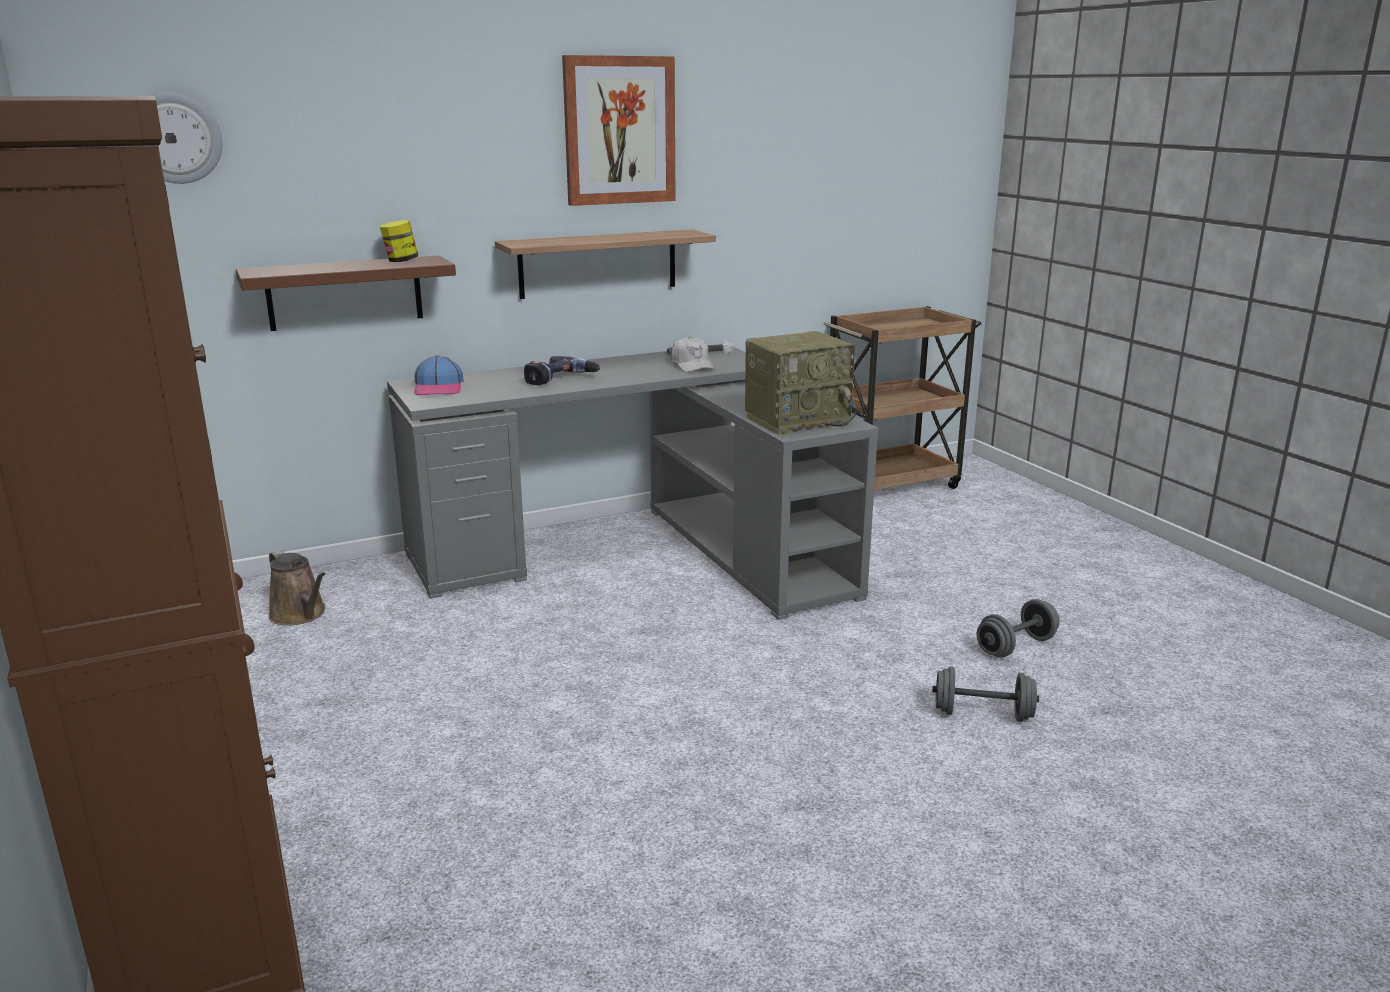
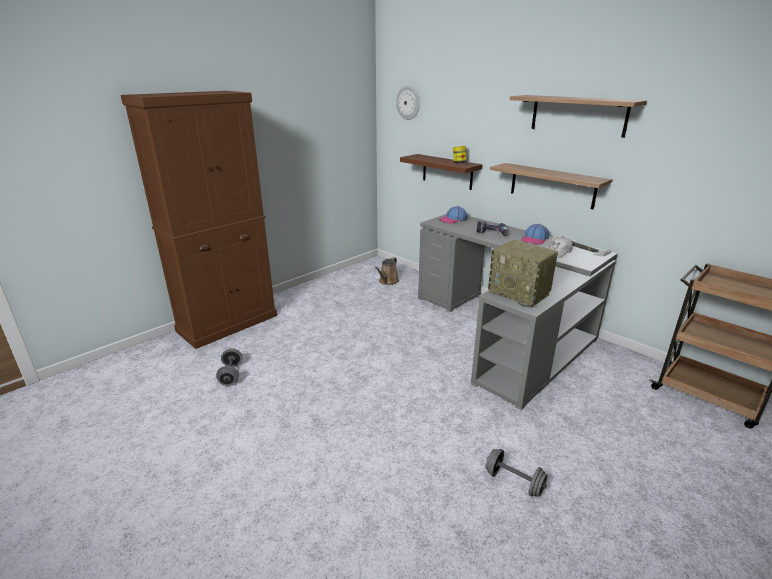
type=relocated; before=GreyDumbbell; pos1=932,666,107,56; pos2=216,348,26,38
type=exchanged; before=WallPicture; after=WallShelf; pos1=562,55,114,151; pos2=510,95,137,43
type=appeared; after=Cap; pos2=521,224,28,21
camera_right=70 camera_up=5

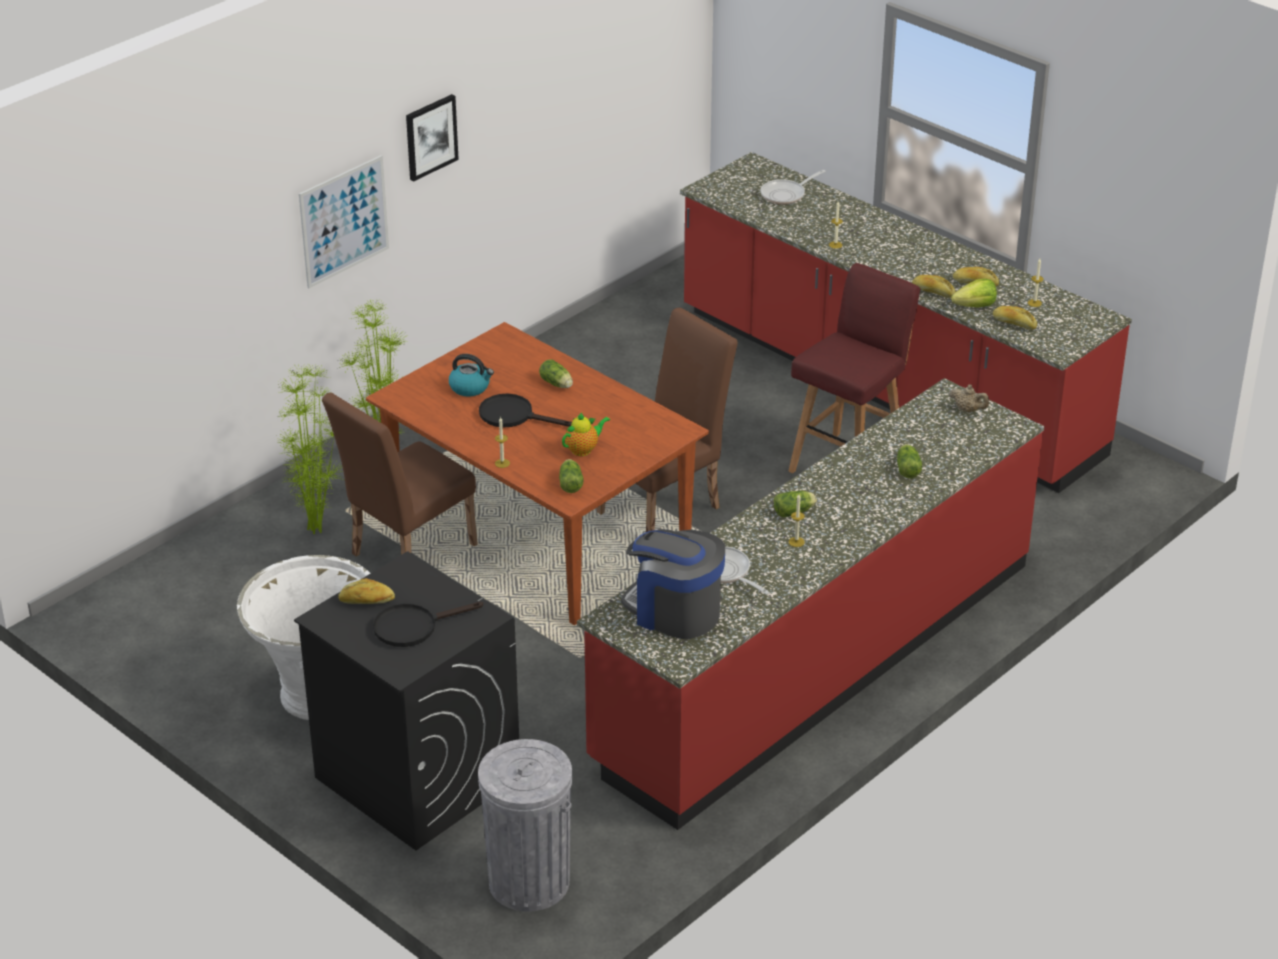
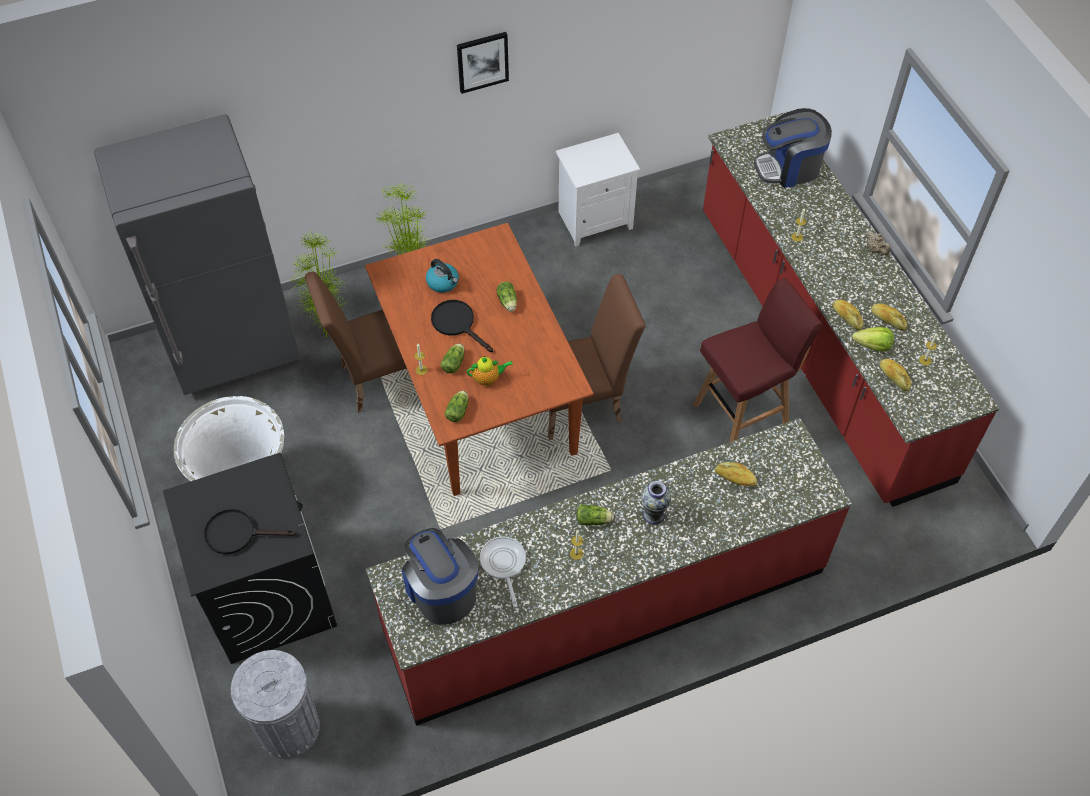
type=appeared; after=GreyKitchenFridge; pos2=94,114,207,281
type=relocated; before=HeadOfLettuce; pos1=897,444,25,34; pos2=441,343,23,31
type=appeared; after=WhiteColouredNightTable; pos2=556,133,84,114
type=appeared; after=FlowerVase; pos2=641,481,30,44
type=relocated; before=BakeryBread; pos1=338,578,57,26; pos2=715,462,42,24
type=exchanged; before=FryingPan; after=CoffeeMaker; pos1=761,170,65,35; pos2=754,108,78,80
type=relocated; before=BeigeColouredTeapot; pos1=949,384,40,28; pos2=865,231,25,24
type=missing; before=WallPicture; pos1=299,155,90,133
camera_right=25 camera_up=20

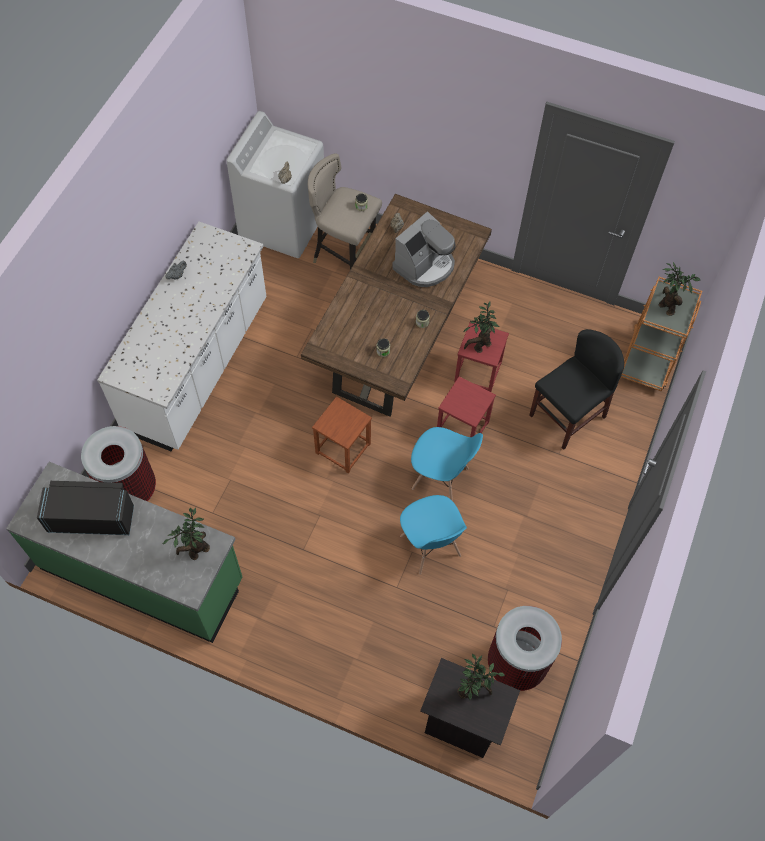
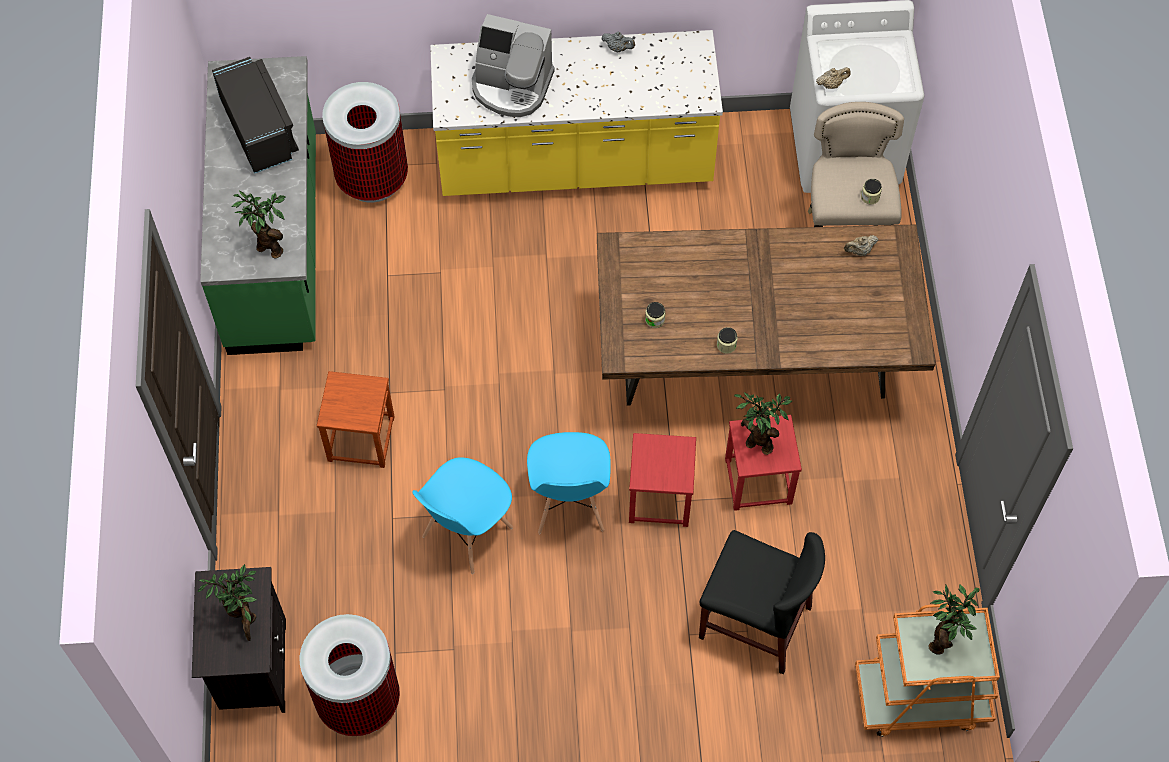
type=relocated; before=BrownishStoolSeat; pos1=312,397,60,76; pos2=317,371,78,97
type=colour; before=WhiteColouredCounter; after=YellowishCounter; pos1=97,222,170,229; pos2=430,30,293,166
type=relocated; before=CoffeeMaker; pos1=392,211,64,76; pos2=472,14,83,103
camera_right=65 camera_up=0

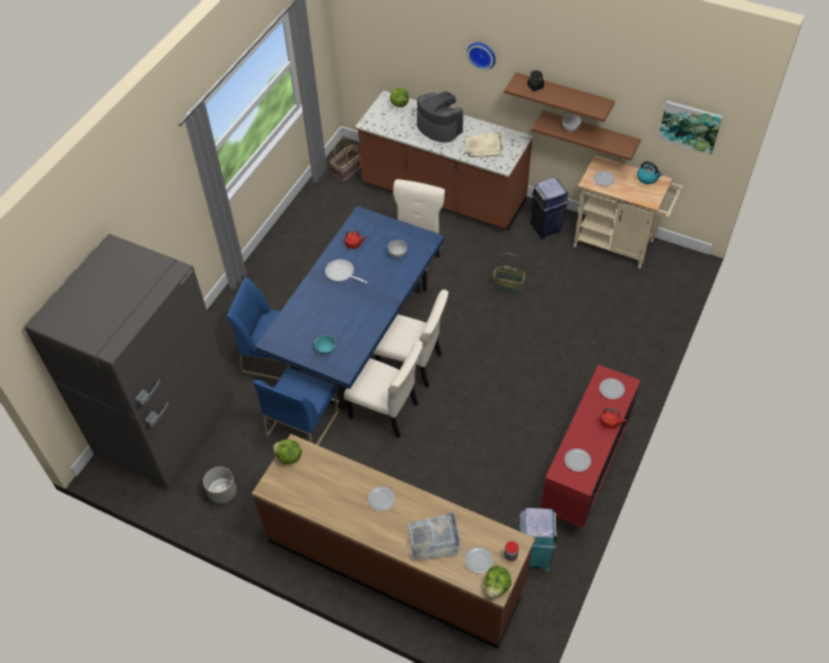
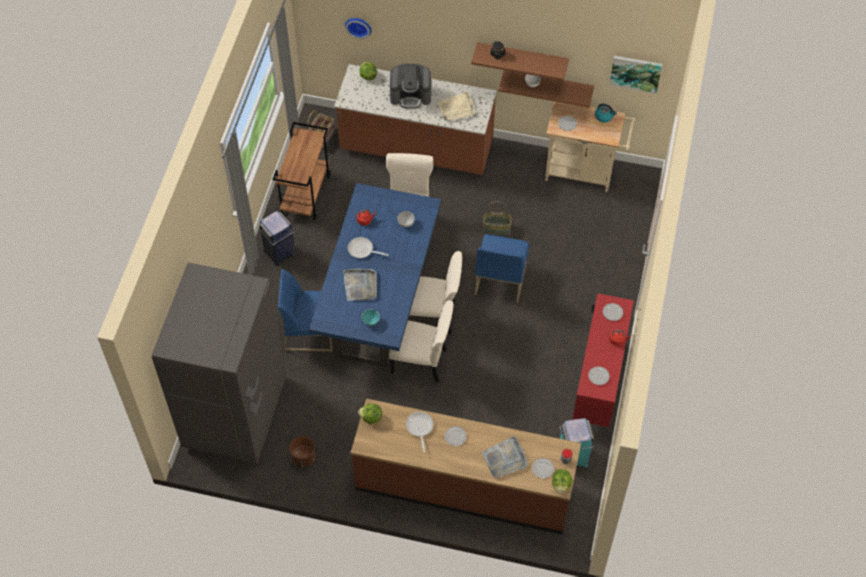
type=relocated; before=BlueColouredTrashCan; pos1=530,177,39,62; pos2=258,211,37,55
type=appeared; after=BrownishCart; pos2=272,122,58,98
type=colour; before=GreyFlowerPot; after=BrownishFlowerPot; pos1=203,467,34,37; pos2=289,436,27,31
type=appeared; after=GreyServingTray; pos2=343,269,34,32
type=relocated; before=WallClock; pos1=467,43,29,27; pos2=345,18,27,21
type=spun; before=CoffeeMaker; pos1=417,91,46,52; pos2=390,64,41,45; turn=150
type=appeared; after=FryingPan; pos2=406,412,27,40
type=relocated; before=BlueColouredPlainChair; pos1=253,367,86,79; pos2=475,234,54,69
camera_right=-15 camera_up=5

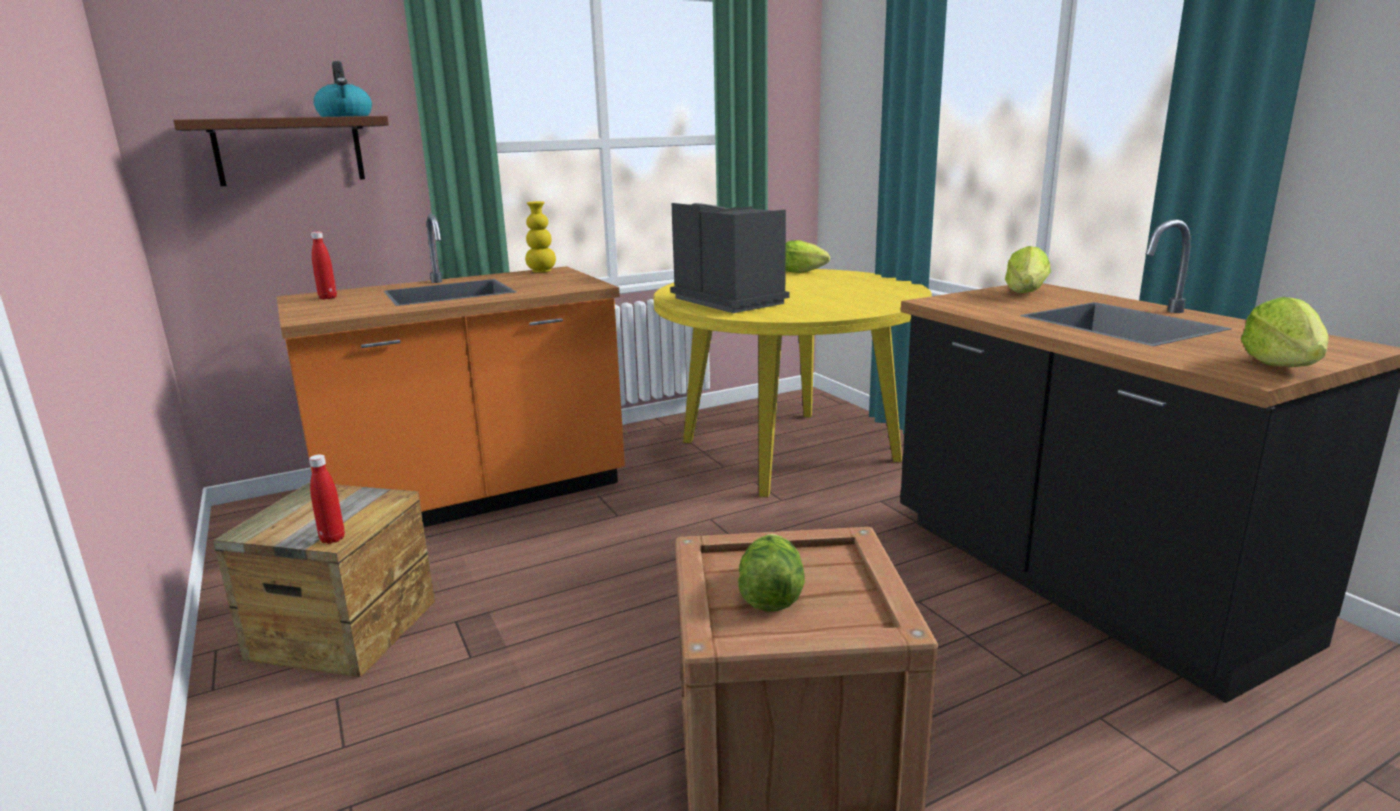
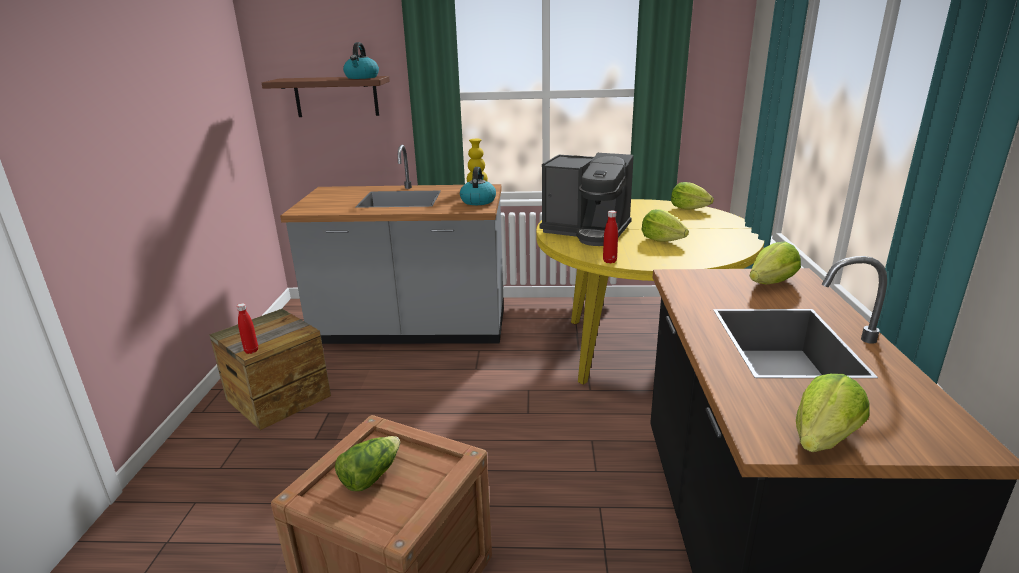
type=colour; before=OrangeCounter; after=GreyCounter; pos1=277,214,348,313; pos2=280,145,224,199
type=appeared; after=TeaKettle; pos2=460,167,36,38
type=spun; before=CoffeeMaker; pos1=670,203,119,110; pos2=539,153,95,93; turn=120
type=relocated; before=RedColouredDrinkBottle; pos1=311,232,26,67; pos2=603,211,15,53
type=appeared; after=HeadOfLettuce; pos2=641,209,48,33
camera_right=30 camera_up=5

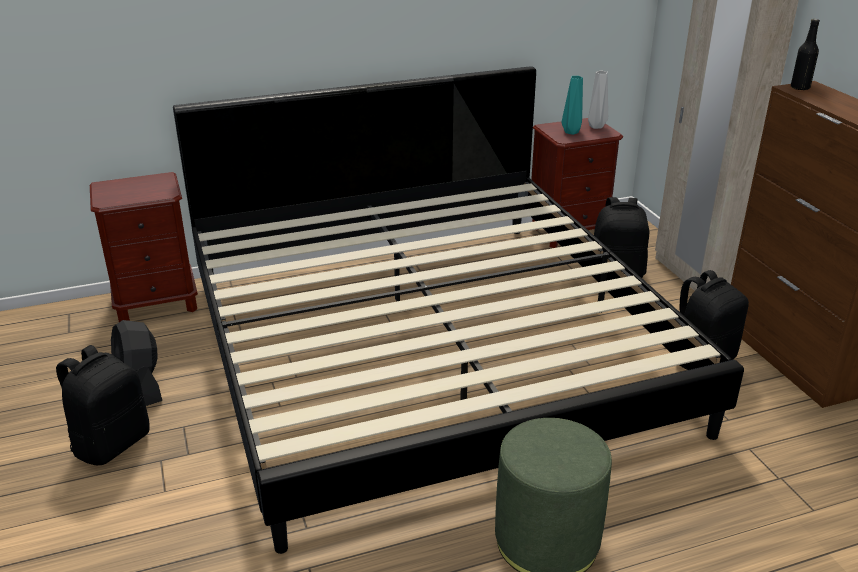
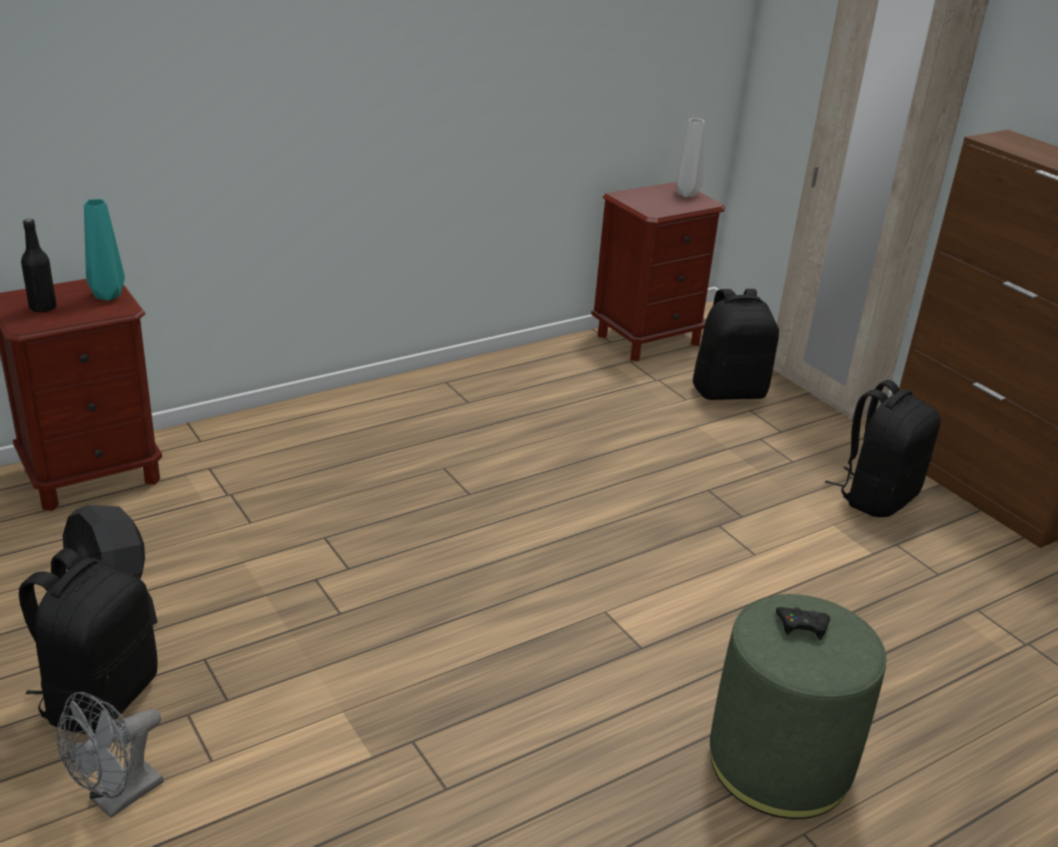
type=relocated; before=BlackDrinkBottle; pos1=791,19,29,71; pos2=21,219,35,94
type=appeared; after=GreyElectricFan; pos2=56,692,108,126
type=relocated; before=BlueGreenFlowerVase; pos1=562,76,21,59; pos2=84,199,41,102
type=appeared; after=BlackJoypad; pos2=776,607,54,33
type=missing; before=BedroomBed; pos1=173,66,571,488
camera_right=-15 camera_up=0

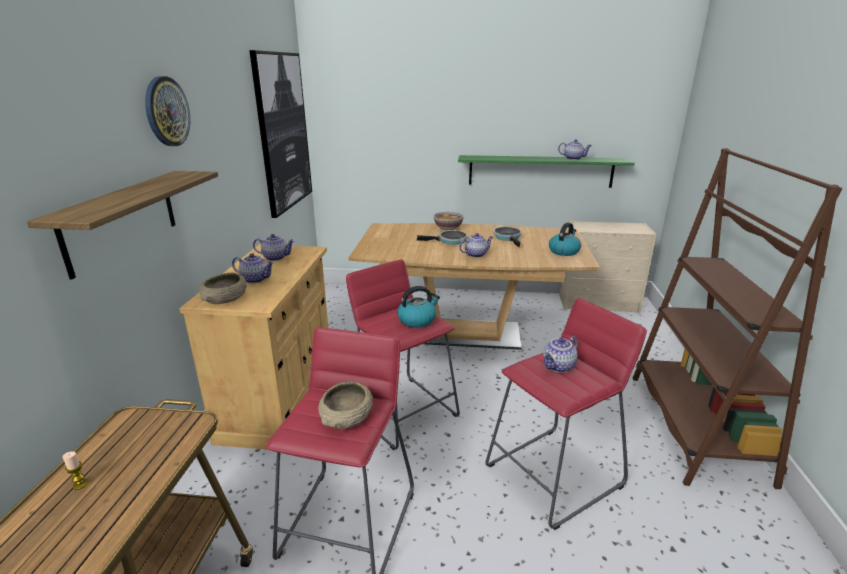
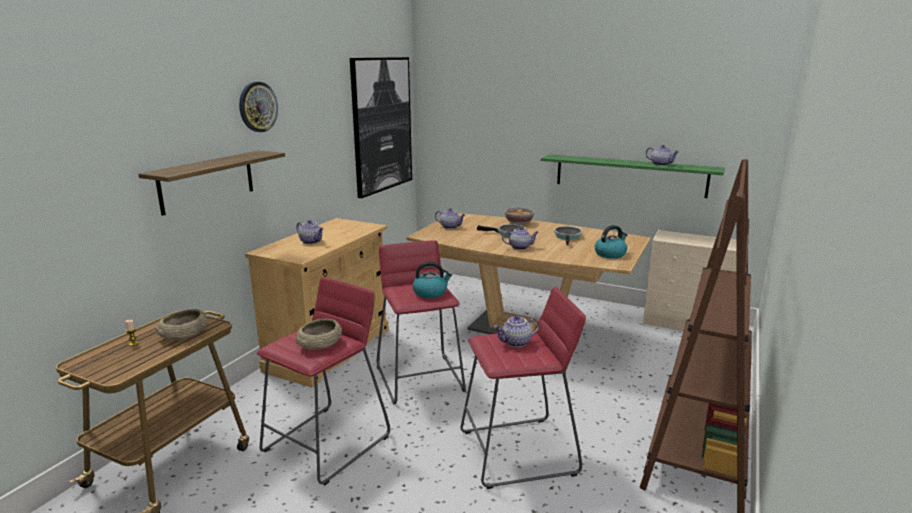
type=relocated; before=BeigeColouredServingBowl; pos1=199,273,48,31; pos2=156,309,52,31
type=relocated; before=Teapot; pos1=253,234,42,27; pos2=435,208,30,21
camera_right=20 camera_up=-5

